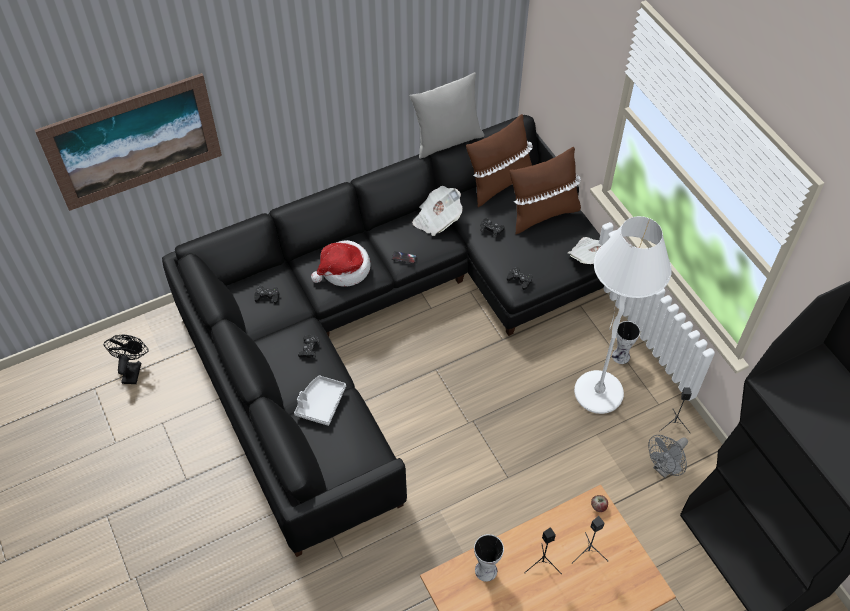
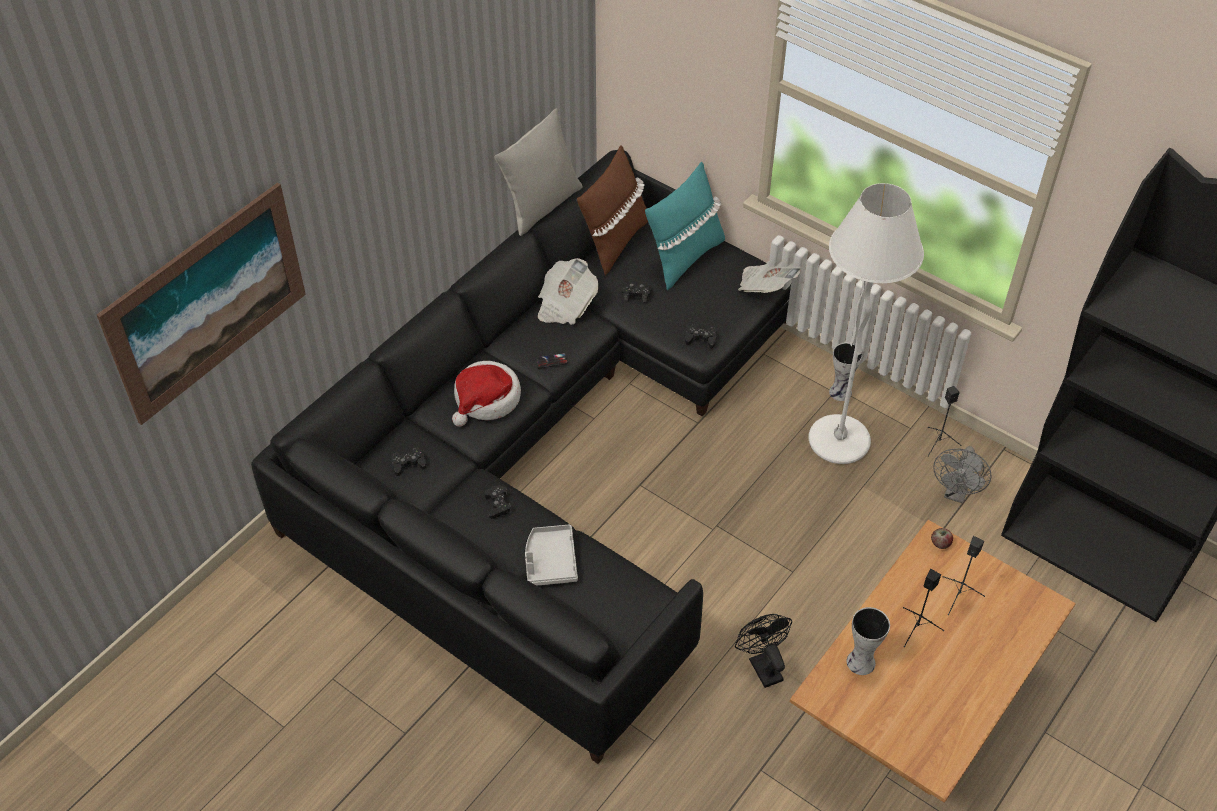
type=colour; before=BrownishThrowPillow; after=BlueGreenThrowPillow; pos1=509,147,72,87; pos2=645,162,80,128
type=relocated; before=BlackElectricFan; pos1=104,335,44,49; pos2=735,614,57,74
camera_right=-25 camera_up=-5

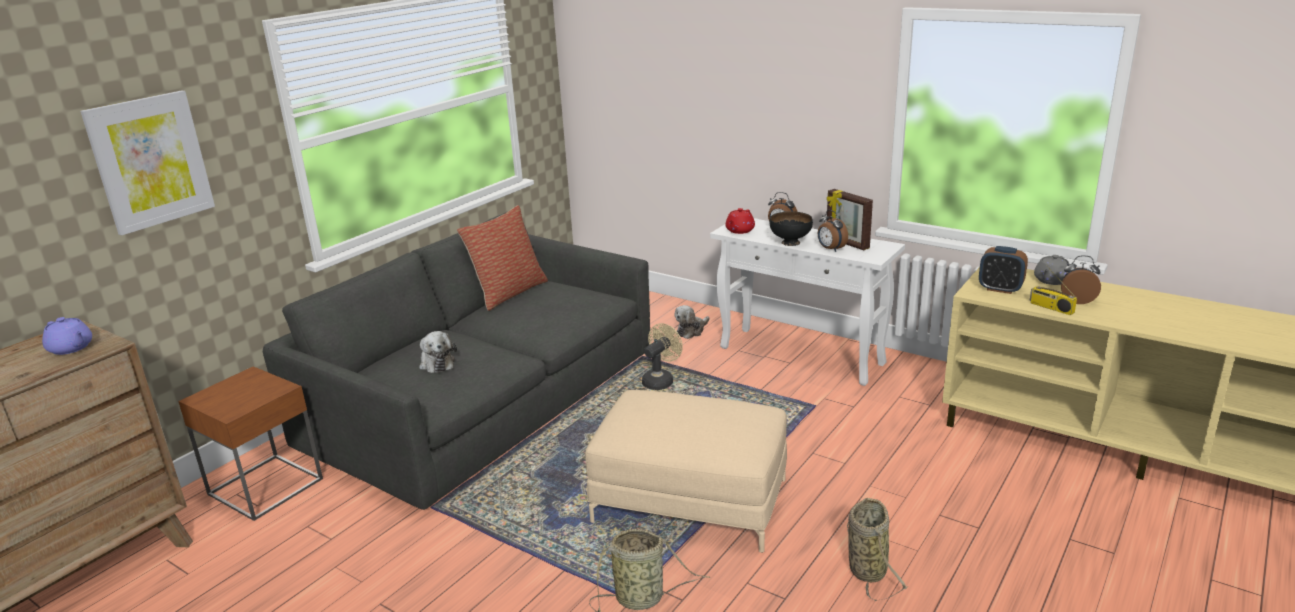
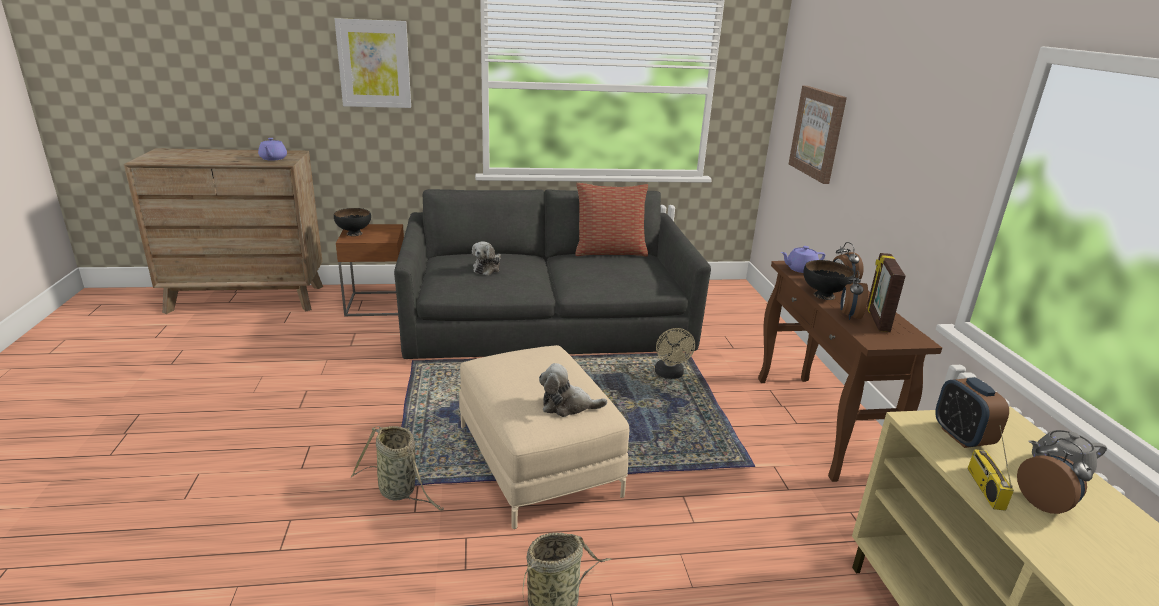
type=appeared; after=BlackServingBowl; pos2=334,208,37,28
type=relocated; before=PlushToy; pos1=674,305,35,34; pos2=539,363,68,54
type=spun; before=BeigeColouredElectricFan; pos1=642,323,41,67; pos2=655,328,40,51; turn=90
type=colour; before=WhiteColouredNarrowTable; after=BrownishNarrowTable; pos1=710,218,195,168; pos2=758,260,184,222
type=colour; before=RedColouredTeapot; after=PurpleColouredTeapot; pos1=725,208,30,26; pos2=781,246,44,27
type=appeared; after=WallPicture; pos2=789,86,58,98
camera_right=45 camera_up=0

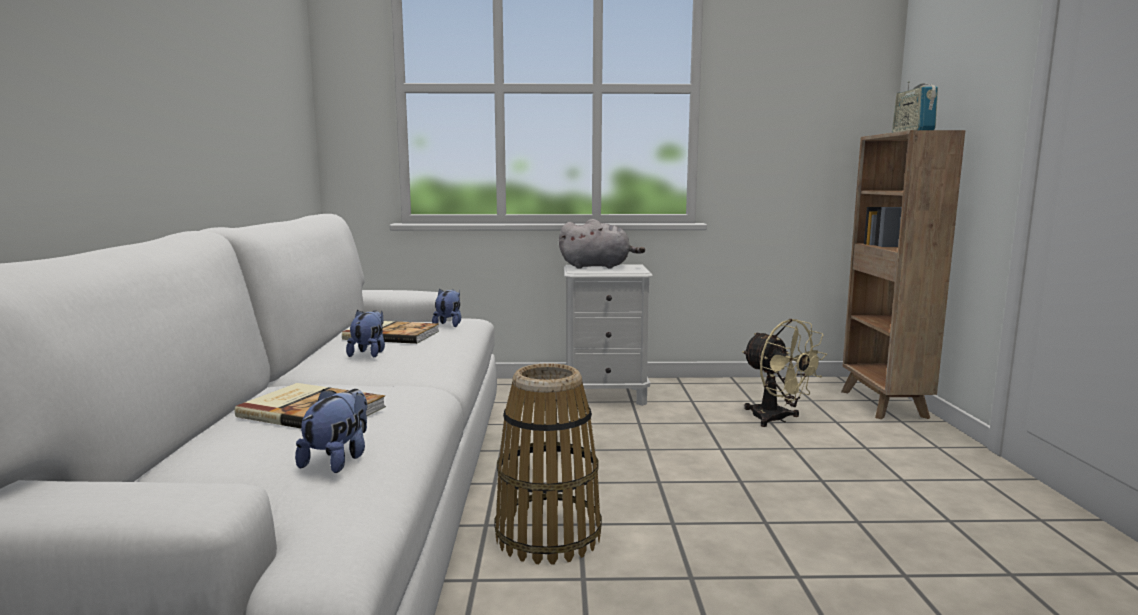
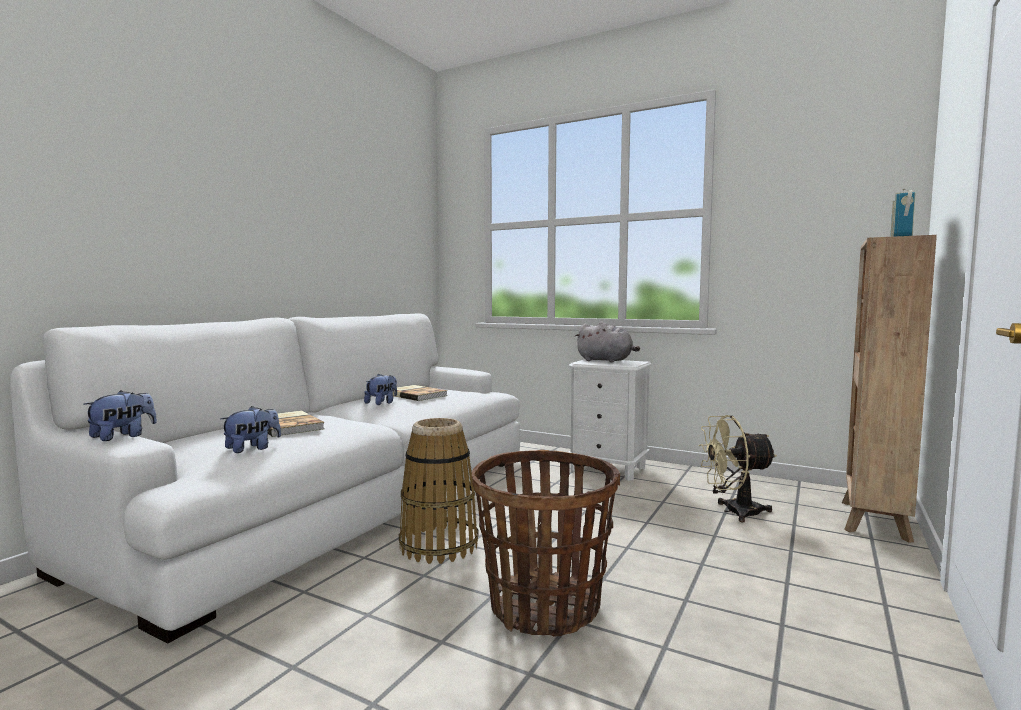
type=relocated; before=PlushToy; pos1=432,289,29,38; pos2=83,390,74,51
type=appeared; after=StorageBasket; pos2=472,450,148,186
type=spun; before=BeigeColouredElectricFan; pos1=742,319,85,108; pos2=698,415,79,107; turn=90
camera_right=30 camera_up=-5

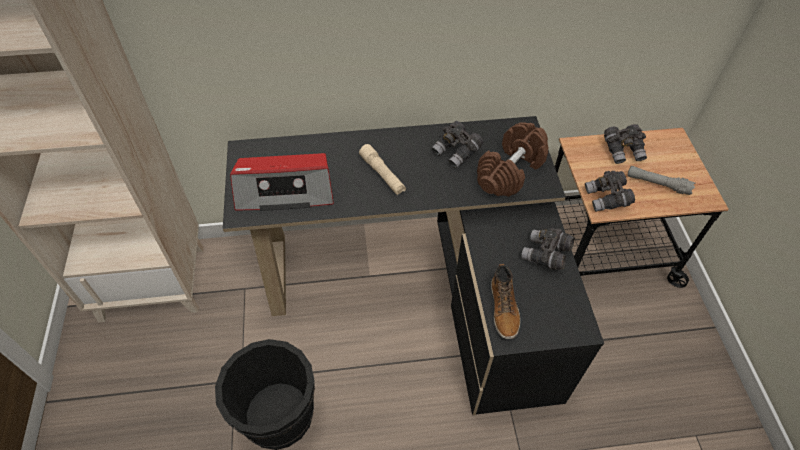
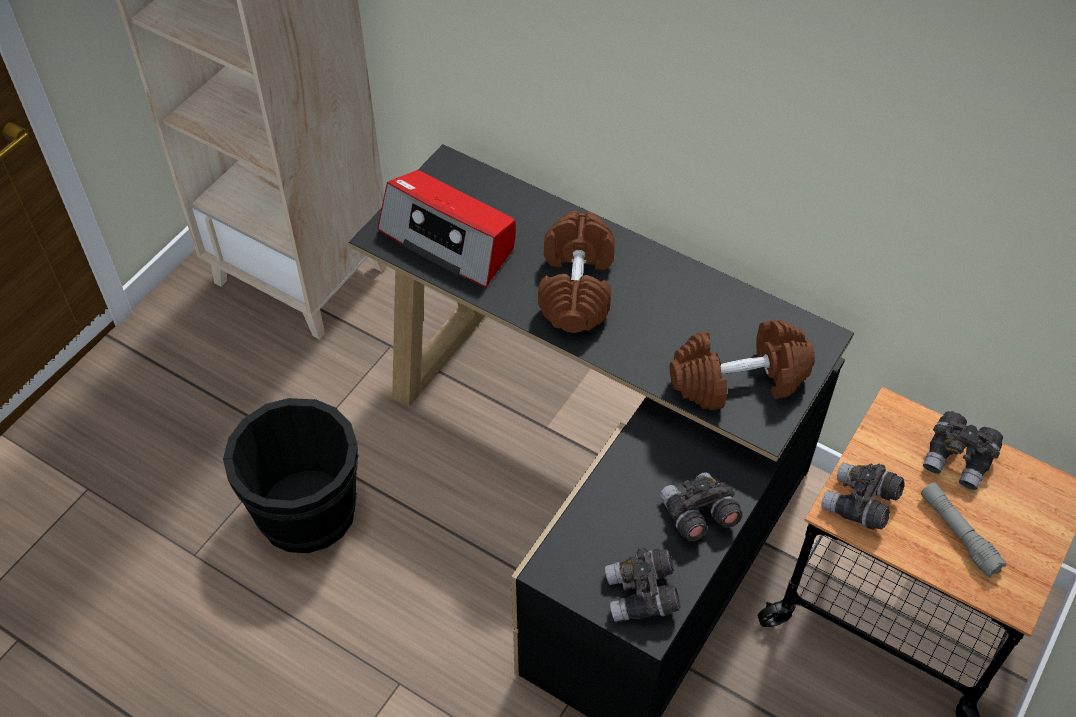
type=exchanged; before=BeigeColouredTorch; after=BrownishDumbbell; pos1=359,144,47,51; pos2=538,211,77,122
type=relocated; before=GreyFieldGlasses; pos1=431,121,52,47; pos2=605,548,76,74
type=missing; before=TallBoot; pos1=491,264,29,75
camera_right=40 camera_up=0

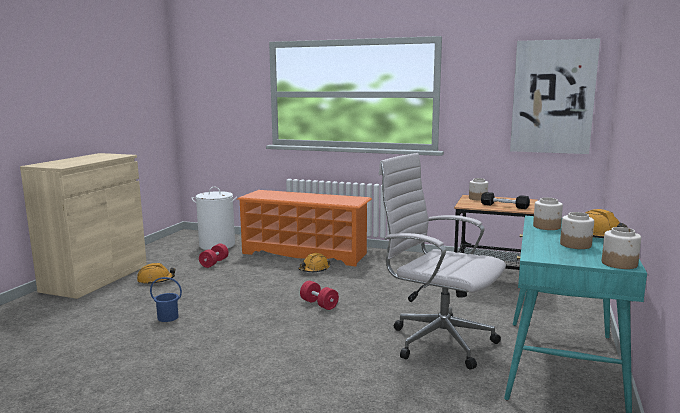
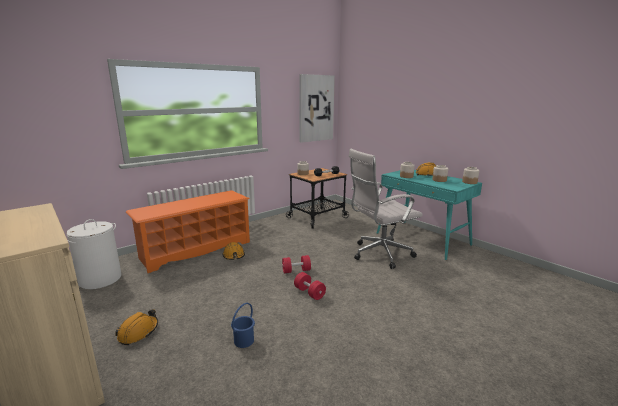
type=relocated; before=RedColouredDumbbell; pos1=199,243,30,25; pos2=294,272,32,28
camera_right=-60 camera_up=5

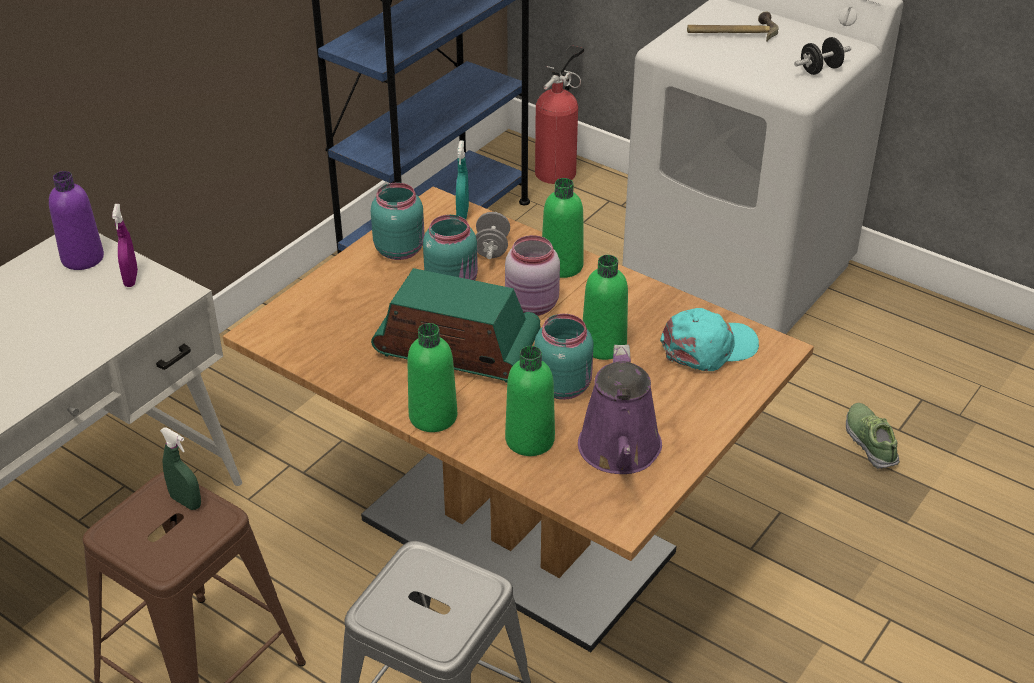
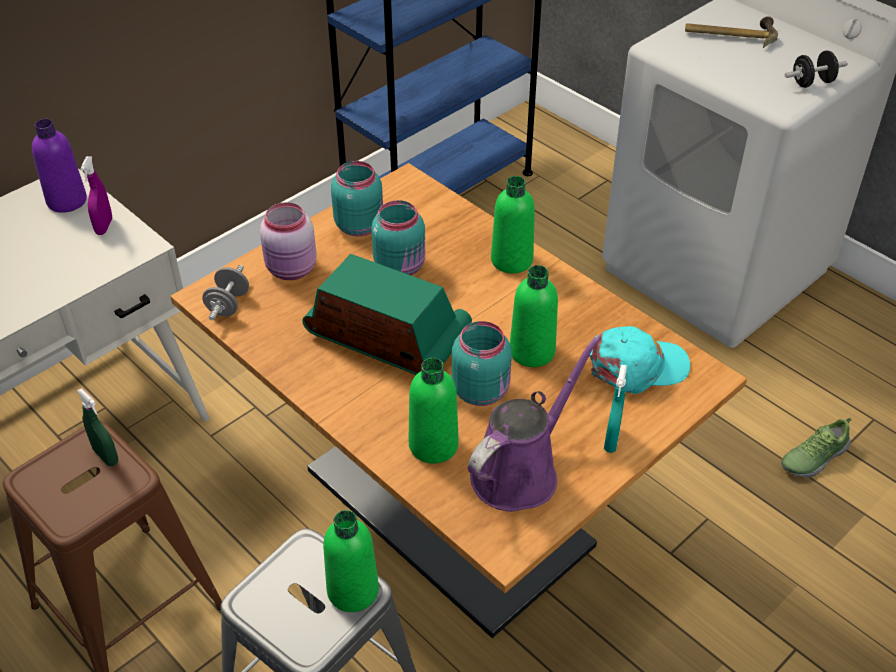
type=relocated; before=GreyDumbbell; pos1=476,212,34,47; pos2=202,265,47,55
type=relocated; before=PinkPreserveJar; pos1=505,235,55,81; pos2=260,202,57,78
type=relocated; before=GreenishDrinkBottle; pos1=407,323,50,109; pos2=323,510,56,102
type=spun; before=PurpleColouredWateringCan; pos1=578,345,84,129; pos2=468,335,133,177; turn=-150
type=relocated; before=BlueGreenSprayBottle; pos1=456,140,13,79; pos2=604,365,23,88
type=spun; before=ItemOfFootwear; pos1=846,403,54,66; pos2=781,418,71,60; turn=-120
type=missing; before=FireExtinguisher; pos1=535,45,49,139
camera_right=10 camera_up=5

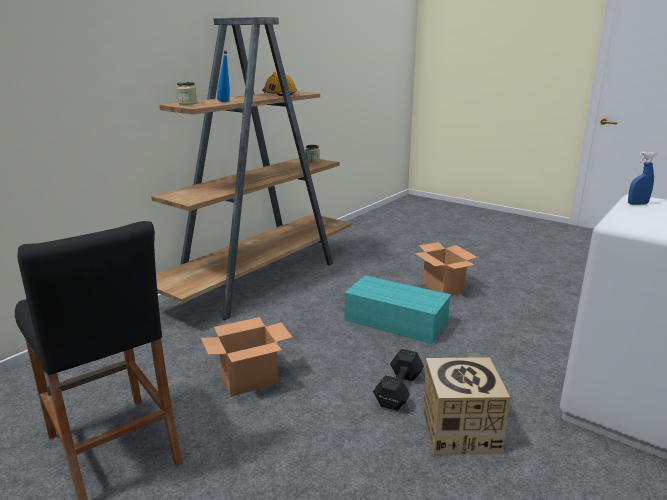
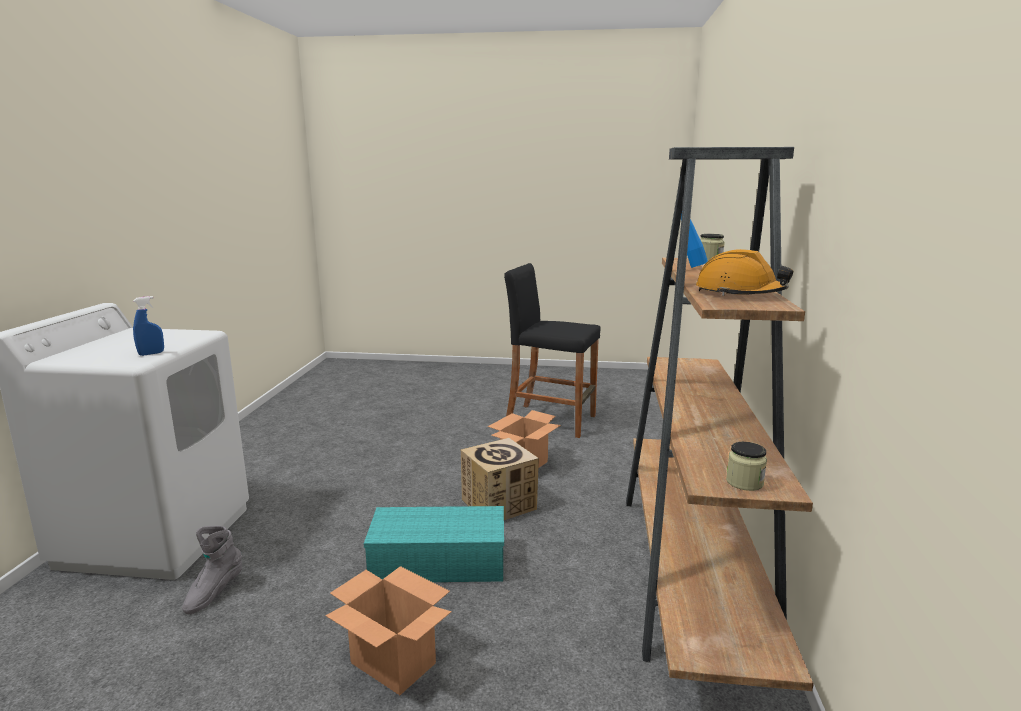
type=appeared; after=GreyTallBoot; pos2=182,526,60,88
type=relocated; before=PackingBox; pos1=423,357,87,98; pos2=461,438,78,82
type=missing; before=BlackDumbbell; pos1=373,349,51,62
camera_right=150 camera_up=-5

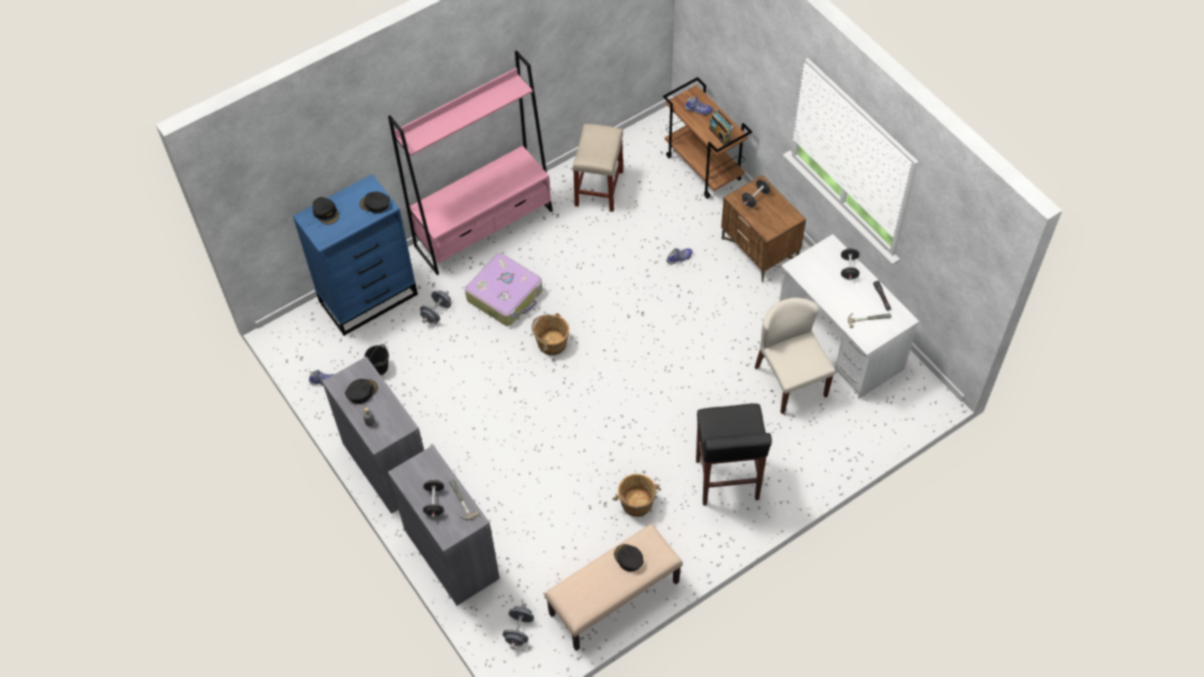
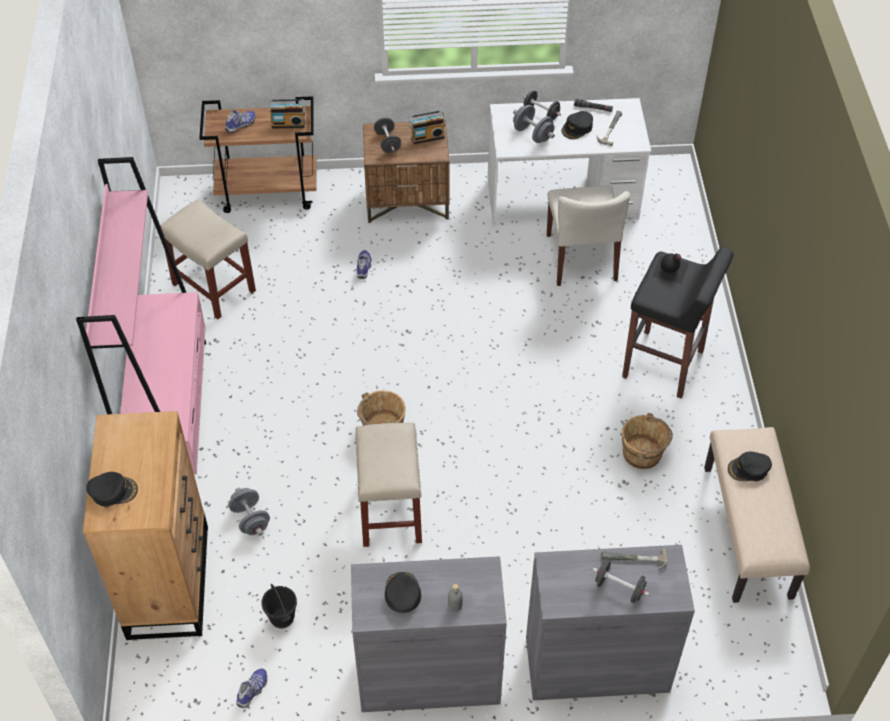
type=colour; before=BlueColouredDresser; after=BrownishDresser; pos1=293,174,125,162; pos2=83,411,125,229
type=appeared; after=BeigeColouredStoolSeat; pos2=355,423,67,124
type=appeared; after=RadioSet; pos2=408,110,38,34
type=relocated; before=GreyDumbbell; pos1=503,603,31,46; pos2=513,105,42,38
type=spun; before=BeigeColouredPlainChair; pos1=755,298,81,116; pos2=547,185,83,101; turn=-105
type=relocated; before=BlackCap; pos1=360,192,30,22; pos2=562,111,31,28
type=appeared; after=BlackDrinkBottle; pos2=653,253,36,31
type=missing; before=Suitcase; pos1=465,253,78,73
camera_right=-60 camera_up=-5

